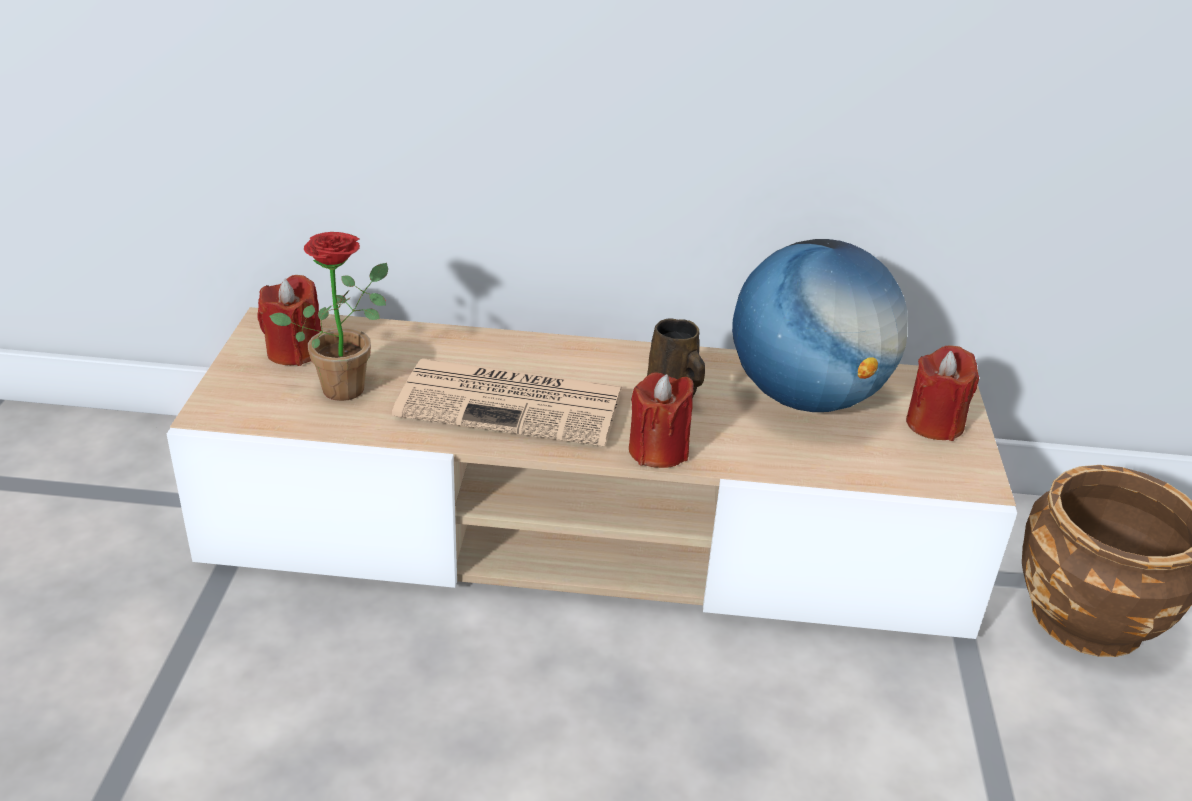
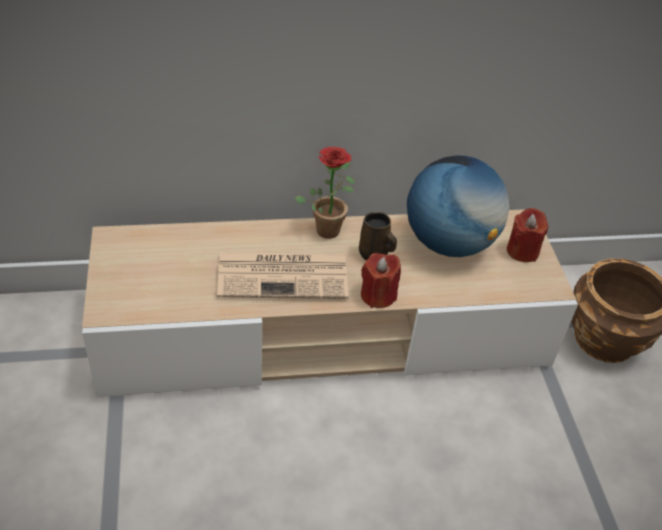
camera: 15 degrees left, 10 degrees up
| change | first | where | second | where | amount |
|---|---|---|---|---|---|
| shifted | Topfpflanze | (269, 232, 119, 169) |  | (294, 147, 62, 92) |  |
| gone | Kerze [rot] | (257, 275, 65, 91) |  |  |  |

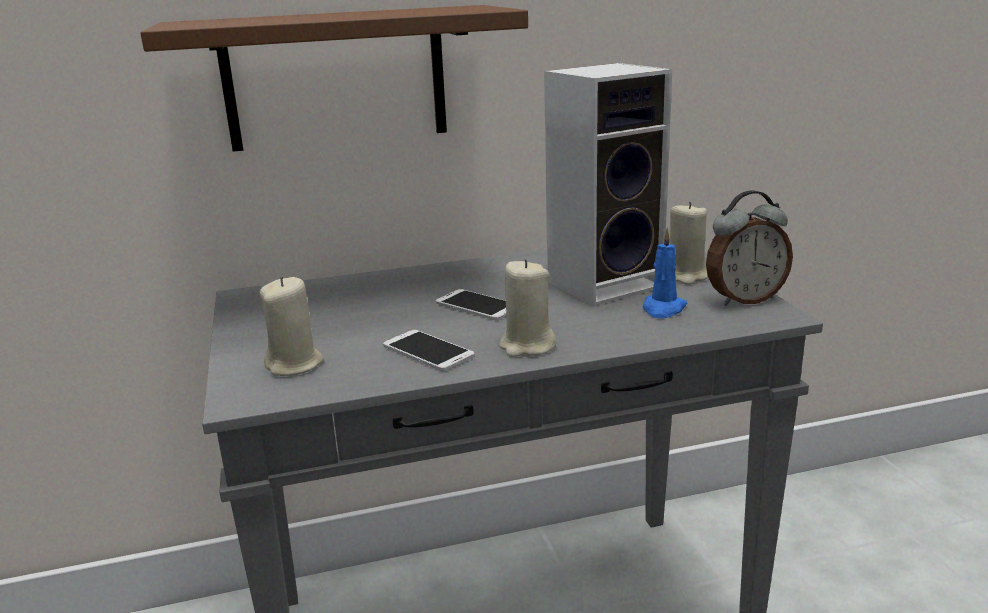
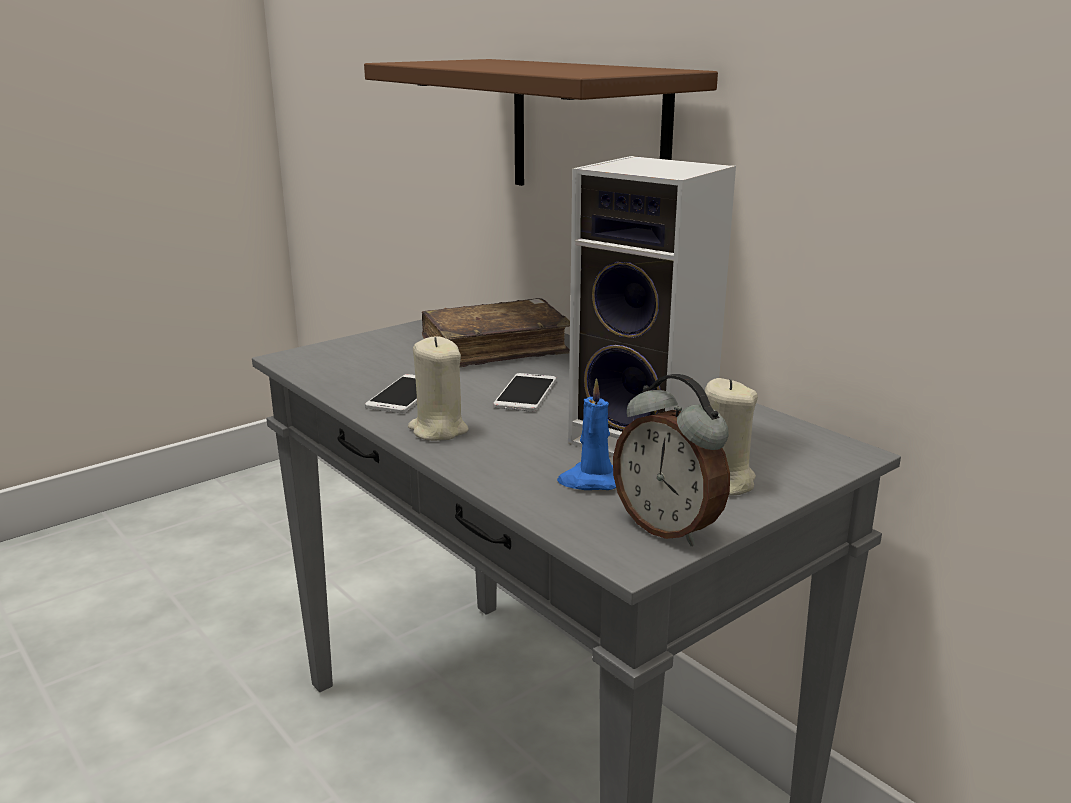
camera: 65 degrees right, 0 degrees up
| change | first | where | second | where | amount |
|---|---|---|---|---|---|
| new |  |  | Buch [braun] | (422, 298, 148, 69) |  |
| gone | Kerze [beige] | (260, 277, 64, 99) |  |  |  |

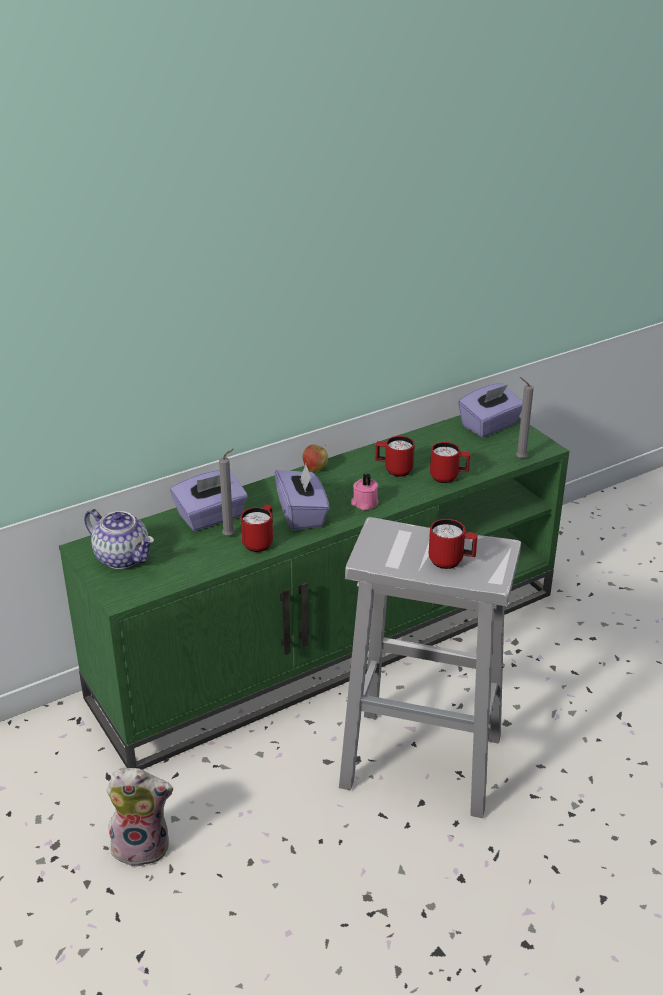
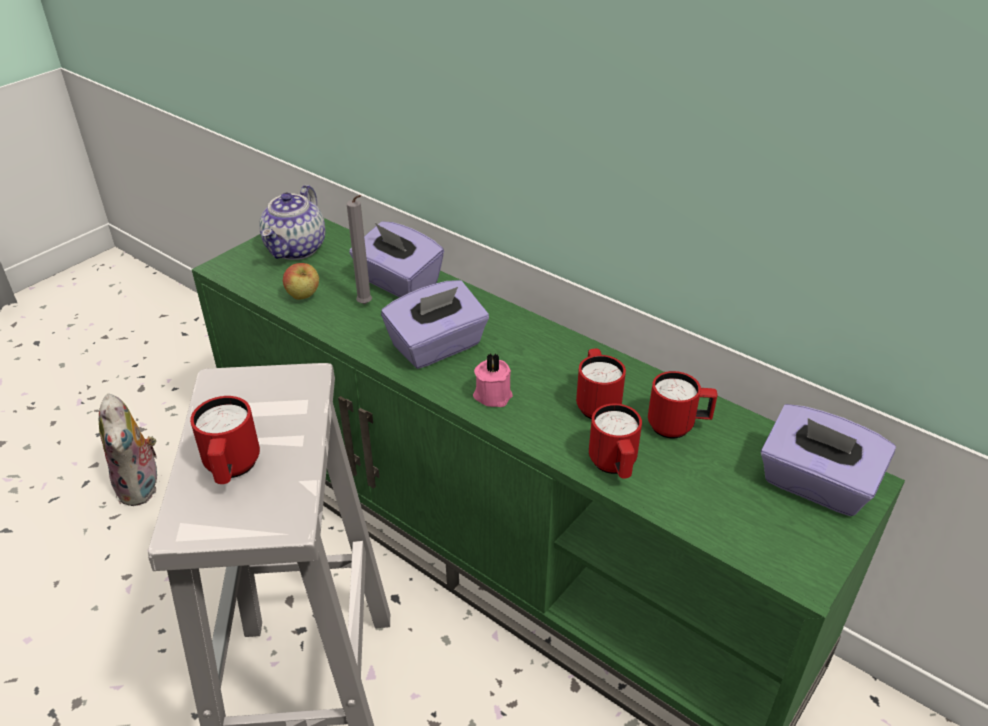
camera: 70 degrees right, 5 degrees up
| change | first | where | second | where | amount |
|---|---|---|---|---|---|
| shifted | Apfel | (303, 444, 25, 28) |  | (283, 263, 36, 37) |  |
| shifted | Henkelbecher [rot] | (241, 504, 32, 48) |  | (648, 371, 69, 67) |  |
| gone | Kerze [grau] | (516, 377, 18, 82) |  |  |  |

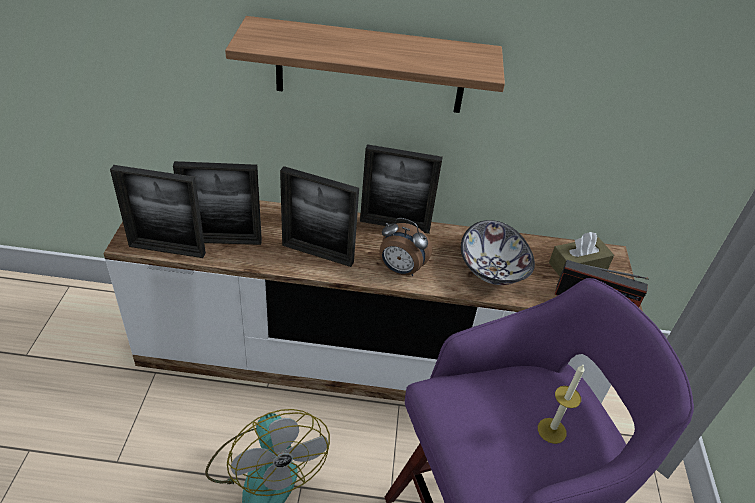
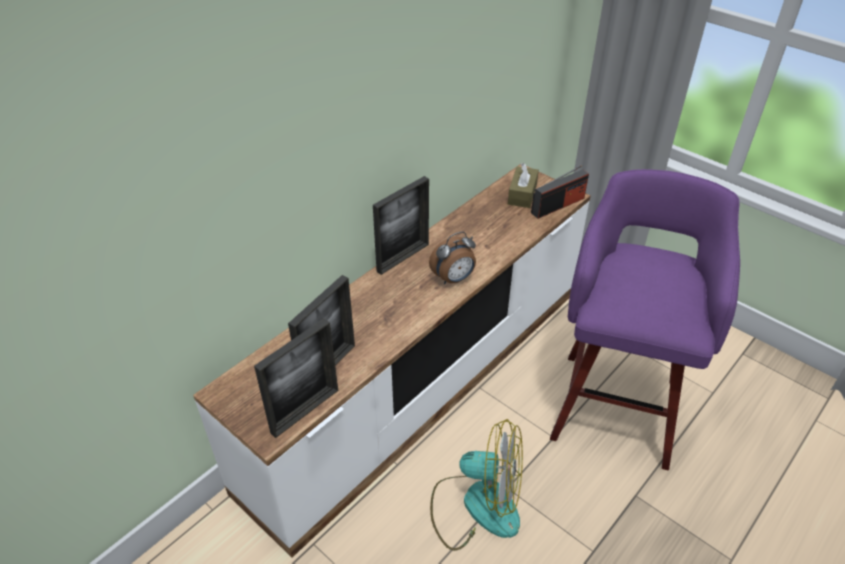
camera: 50 degrees left, 0 degrees up
| change | first | where | second | where | amount |
|---|---|---|---|---|---|
| gone | Wandregal | (225, 16, 280, 97) |  |  |  |
| gone | Bilderrahmen | (280, 166, 79, 101) |  |  |  |
| gone | Schüssel | (461, 220, 74, 65) |  |  |  |
| gone | Kerze | (538, 364, 47, 80) |  |  |  |

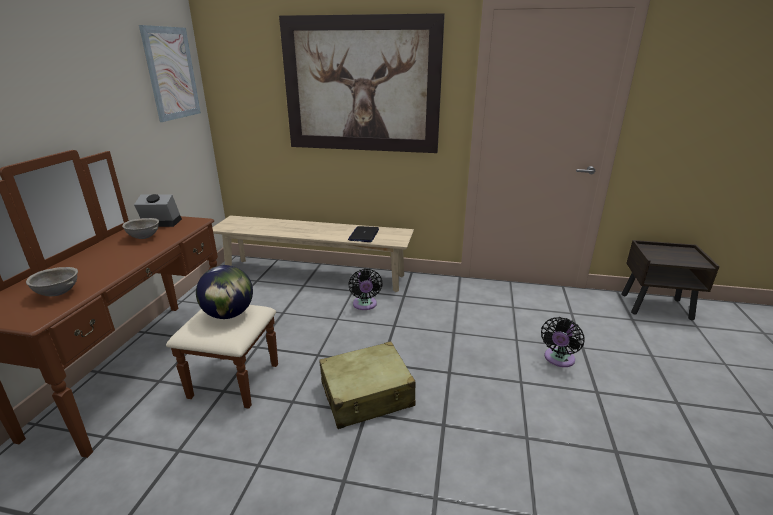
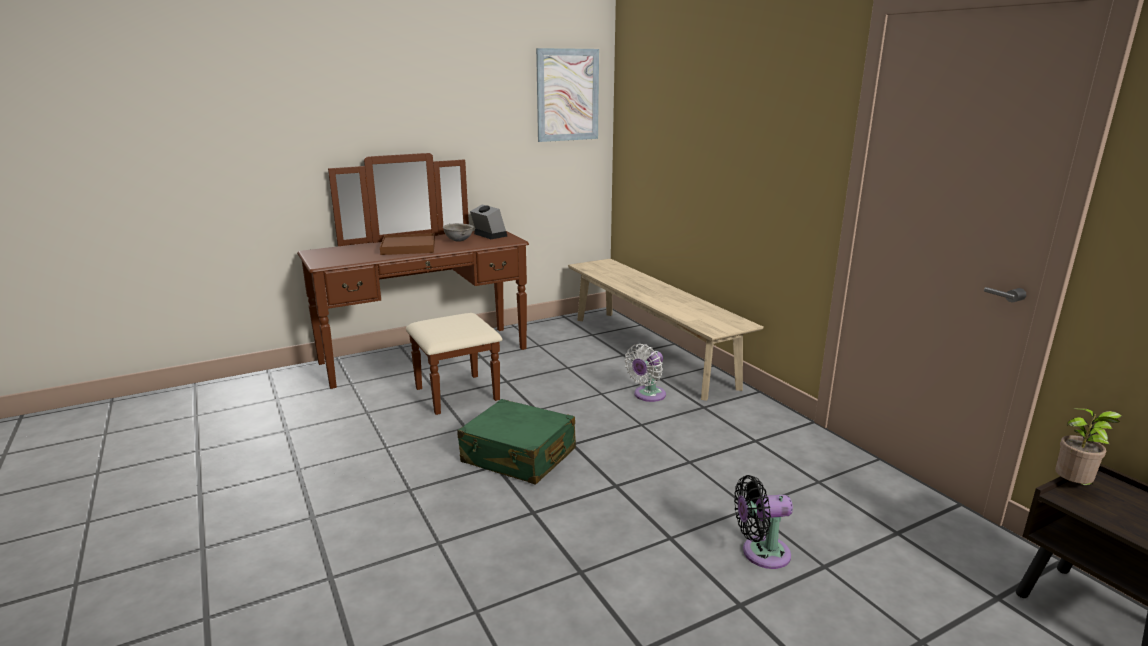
camera: 50 degrees right, 5 degrees down
| change | first | where | second | where | amount |
|---|---|---|---|---|---|
| new |  |  | Tablett [braun] | (380, 233, 55, 22) |  |
| repainted | Koffer [beige] | (319, 341, 96, 88) | Koffer [grün] | (457, 399, 119, 86) |  |
| repainted | Ventilator [schwarz] | (348, 269, 35, 41) | Ventilator [weiß] | (624, 344, 42, 58) |  |
| new |  |  | Topfpflanze | (1055, 408, 67, 77) |  |
| gone | Schüssel [grau] | (26, 267, 52, 29) |  |  |  |
| gone | Globus | (196, 265, 57, 54) |  |  |  |
| gone | Bild | (279, 13, 166, 140) |  |  |  |
| gone | Laptop | (348, 226, 31, 16) |  |  |  |

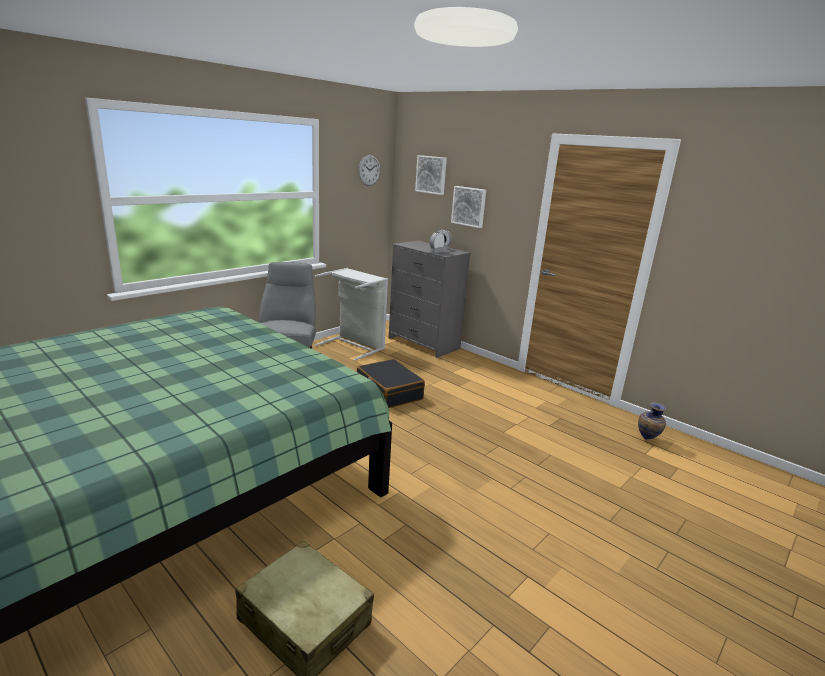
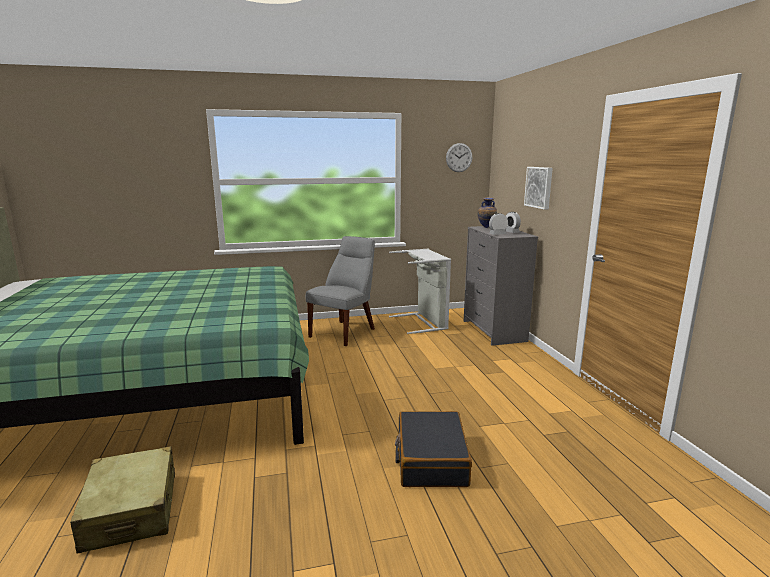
camera: 35 degrees right, 5 degrees down
| change | first | where | second | where | amount |
|---|---|---|---|---|---|
| shifted | Koffer [schwarz] | (357, 359, 68, 49) |  | (395, 411, 77, 76) |  |
| shifted | Vase | (638, 402, 28, 37) |  | (478, 197, 19, 31) |  |
| gone | Bild | (415, 155, 32, 40) |  |  |  |

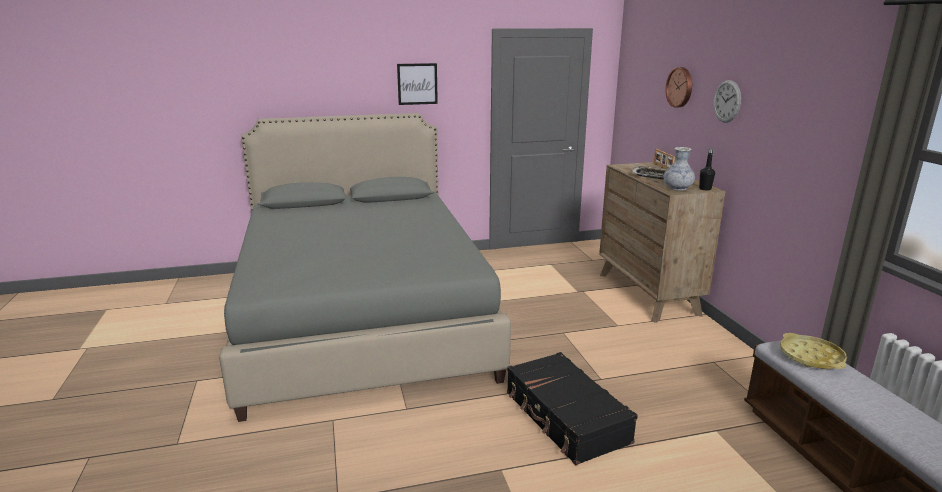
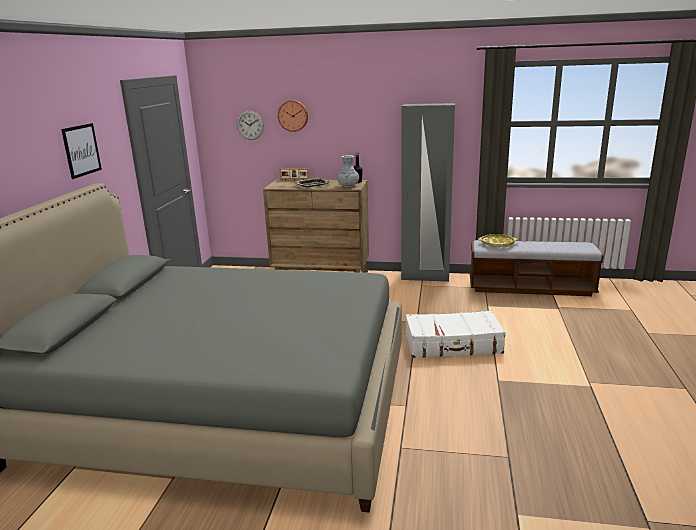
camera: 65 degrees left, 0 degrees up
| change | first | where | second | where | amount |
|---|---|---|---|---|---|
| shifted | Wanduhr | (713, 80, 28, 43) |  | (237, 111, 27, 29) |  |
| new |  |  | Kleiderschrank [grau] | (401, 103, 54, 179) |  |
| repainted | Koffer [schwarz] | (507, 352, 131, 113) | Koffer [weiß] | (405, 311, 101, 47) |  |

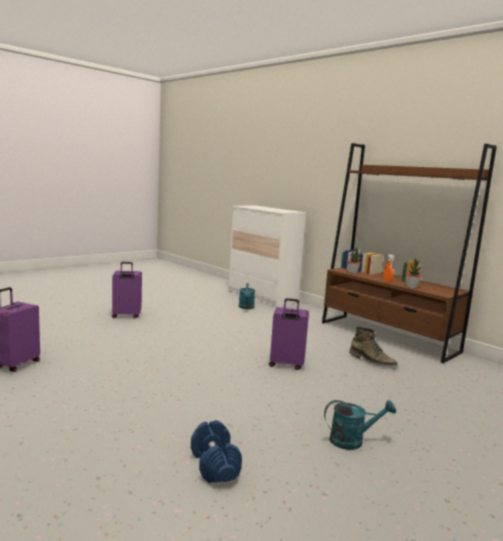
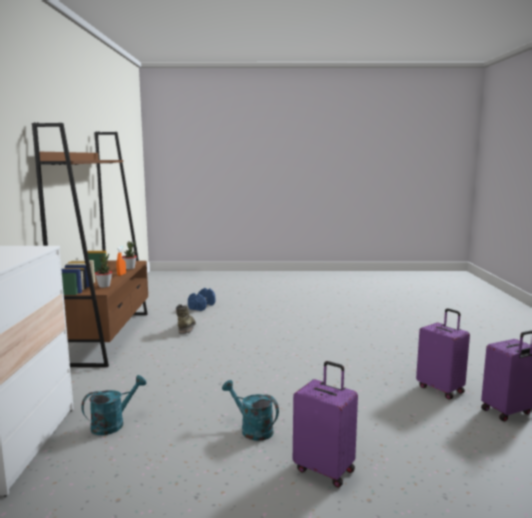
camera: 135 degrees left, 0 degrees up
| change | first | where | second | where | amount |
|---|---|---|---|---|---|
| shifted | Hantel [blau] | (191, 420, 51, 63) |  | (188, 288, 27, 23) |  |
| shifted | Gießkanne [türkis] | (324, 400, 72, 50) |  | (222, 380, 57, 61) |  |
| shifted | Koffer [lila] | (269, 298, 40, 72) |  | (416, 308, 54, 92) |  |

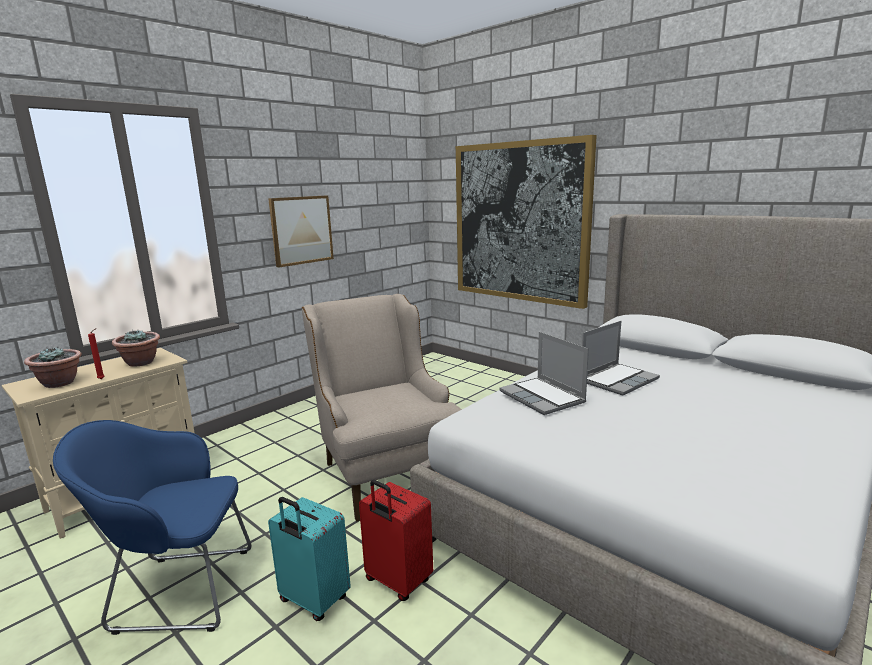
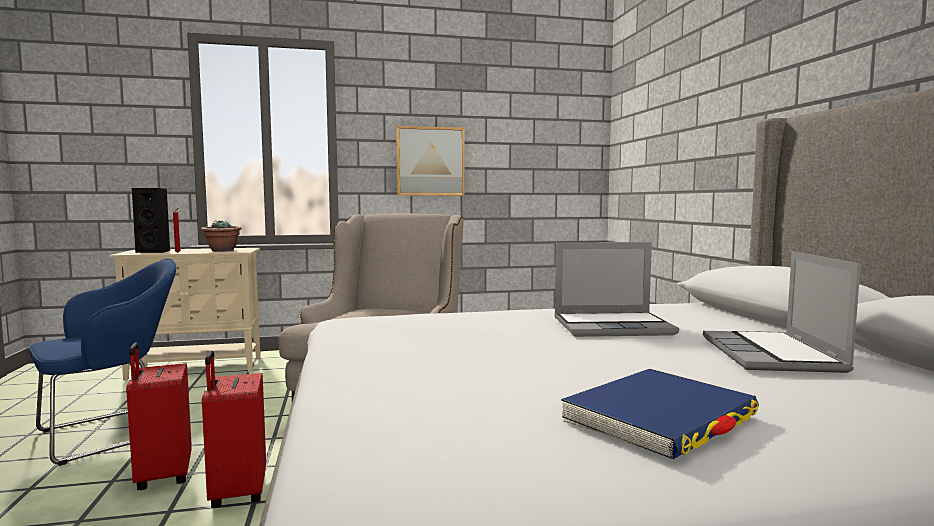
camera: 35 degrees right, 10 degrees down
| change | first | where | second | where | amount |
|---|---|---|---|---|---|
| rotated | Sessel [blau] | (53, 420, 198, 215) |  | (29, 259, 147, 207) | 105 degrees clockwise |
| repainted | Koffer [türkis] | (268, 497, 83, 124) | Koffer [rot] | (126, 342, 66, 148) |  |
| swapped | Topfpflanze | (24, 347, 58, 41) | Lautsprecher [schwarz] | (132, 188, 38, 65) |  |
| new |  |  | Buch [blau] | (561, 369, 198, 90) |  |
| shifted | Laptop | (499, 332, 90, 83) |  | (703, 251, 158, 122) |  |
| gone | Bild | (456, 135, 141, 174) |  |  |  |

